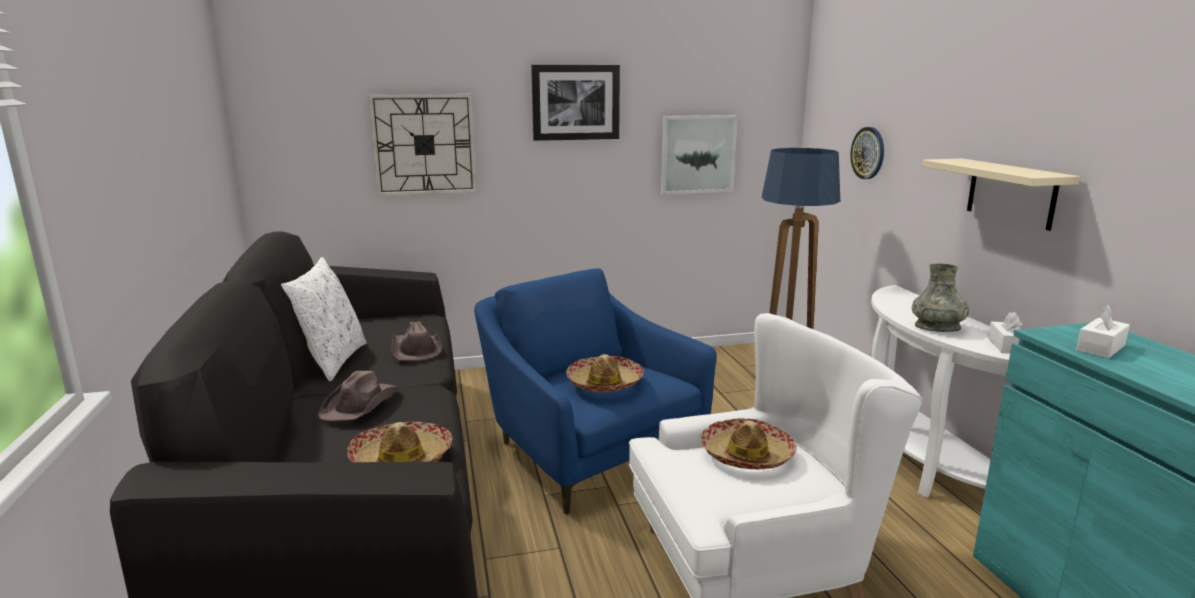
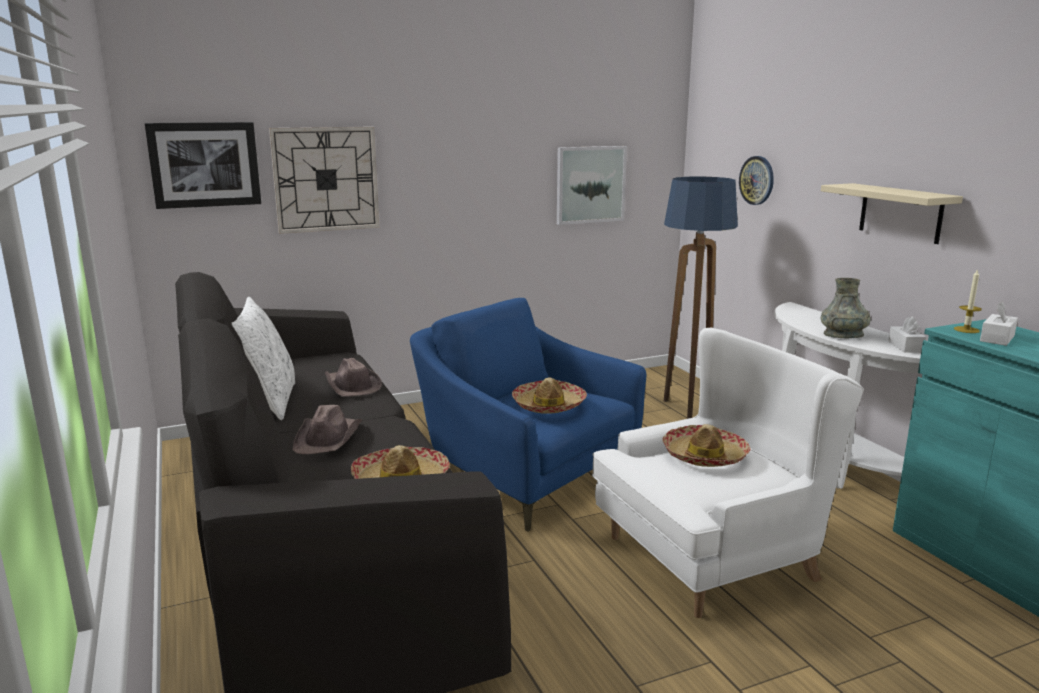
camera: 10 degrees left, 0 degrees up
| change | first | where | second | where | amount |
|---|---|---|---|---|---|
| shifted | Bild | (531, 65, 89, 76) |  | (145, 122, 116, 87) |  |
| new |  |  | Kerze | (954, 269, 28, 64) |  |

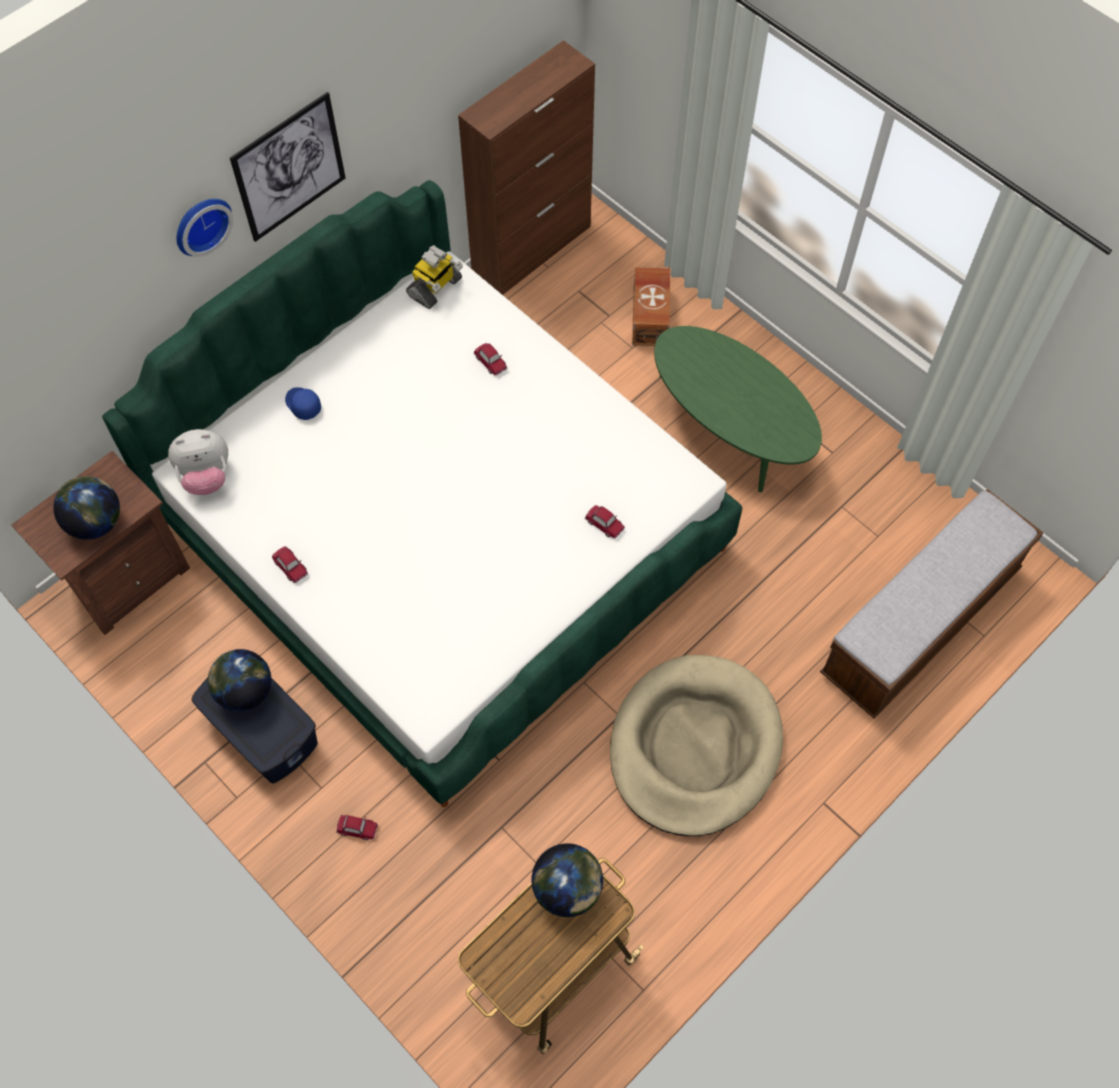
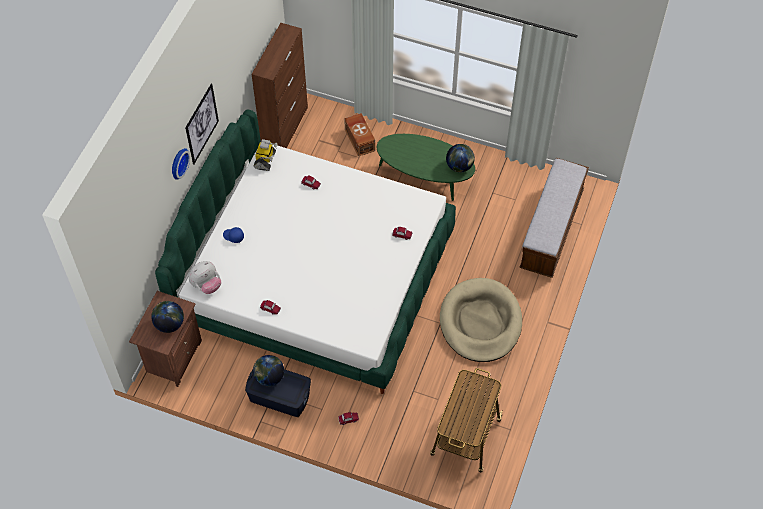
camera: 25 degrees left, 5 degrees down
| change | first | where | second | where | amount |
|---|---|---|---|---|---|
| shifted | Globus | (531, 843, 72, 74) |  | (446, 144, 29, 28) |  |

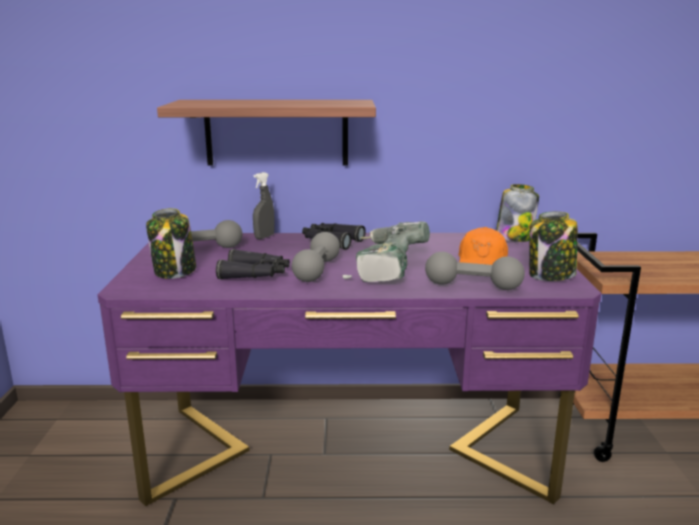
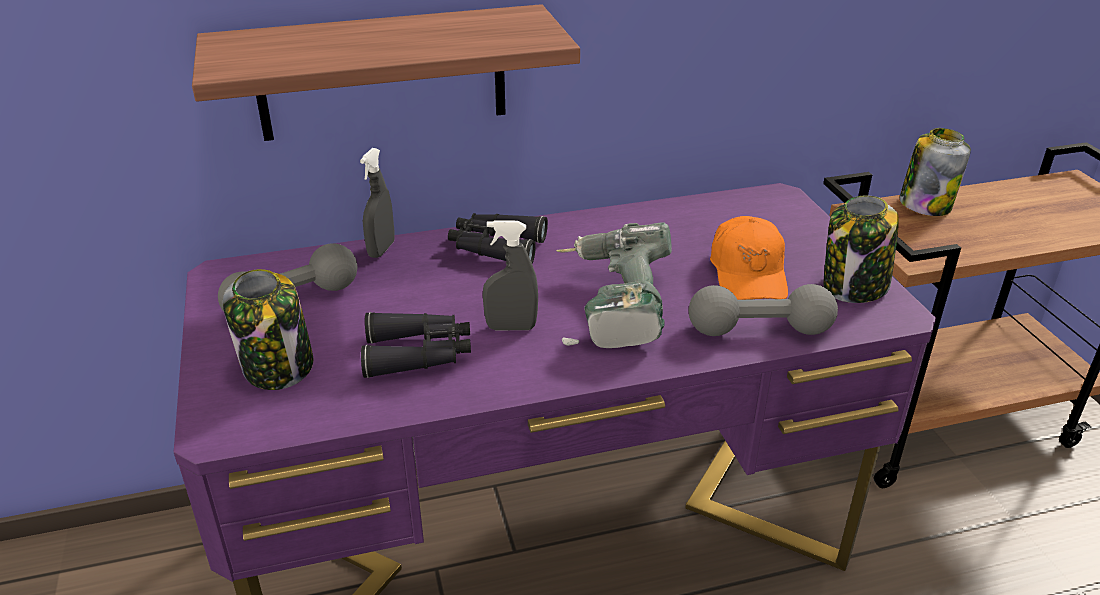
camera: 15 degrees left, 15 degrees up
| change | first | where | second | where | amount |
|---|---|---|---|---|---|
| swapped | Hantel [grau] | (292, 232, 48, 50) | Sprühflasche [grau] | (482, 220, 56, 111) |  |
| shifted | Vorratsglas | (496, 184, 43, 58) |  | (900, 128, 71, 88) |  |

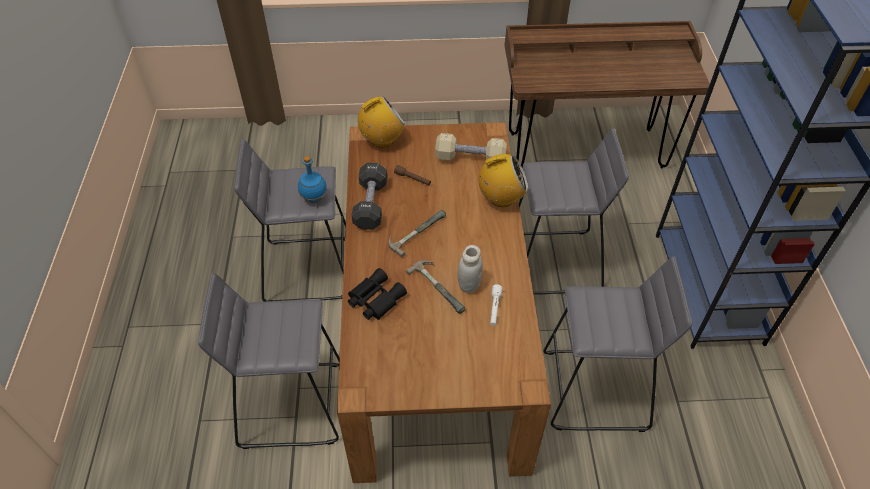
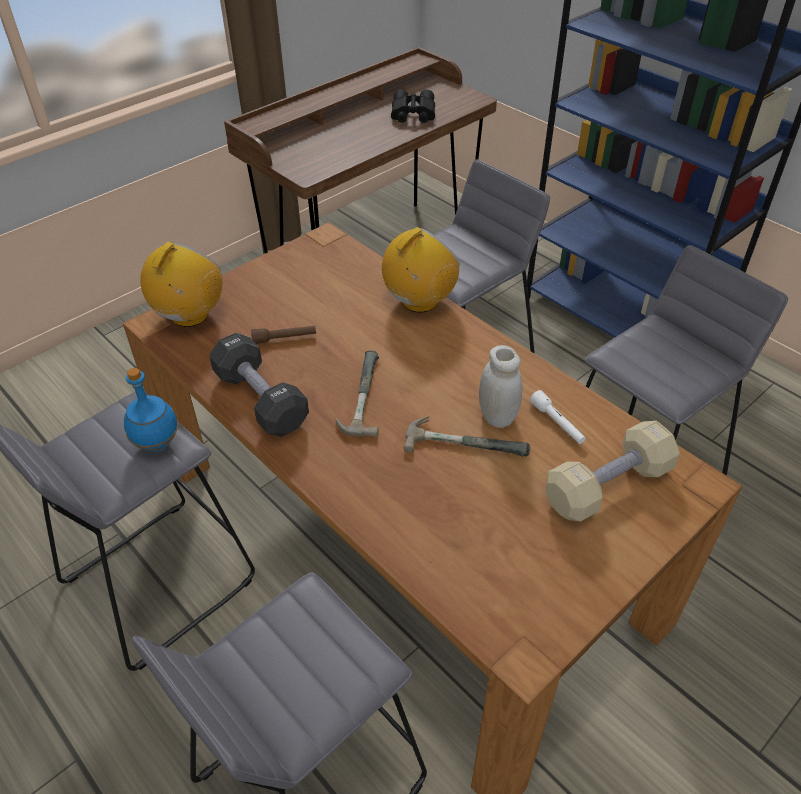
camera: 40 degrees left, 5 degrees down
| change | first | where | second | where | amount |
|---|---|---|---|---|---|
| shifted | Fernglas [schwarz] | (348, 268, 59, 52) |  | (391, 89, 44, 34) |  |
| shifted | Hantel [beige] | (435, 133, 72, 28) |  | (546, 421, 134, 101) |  |

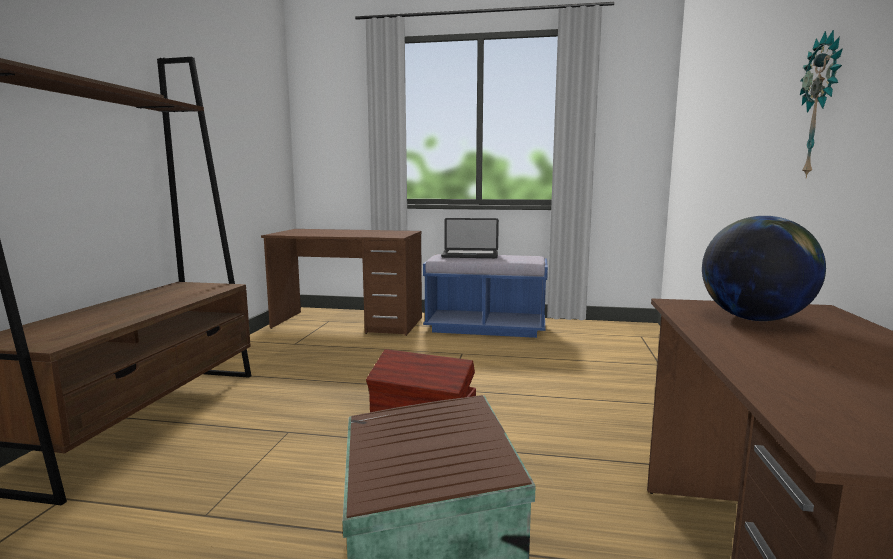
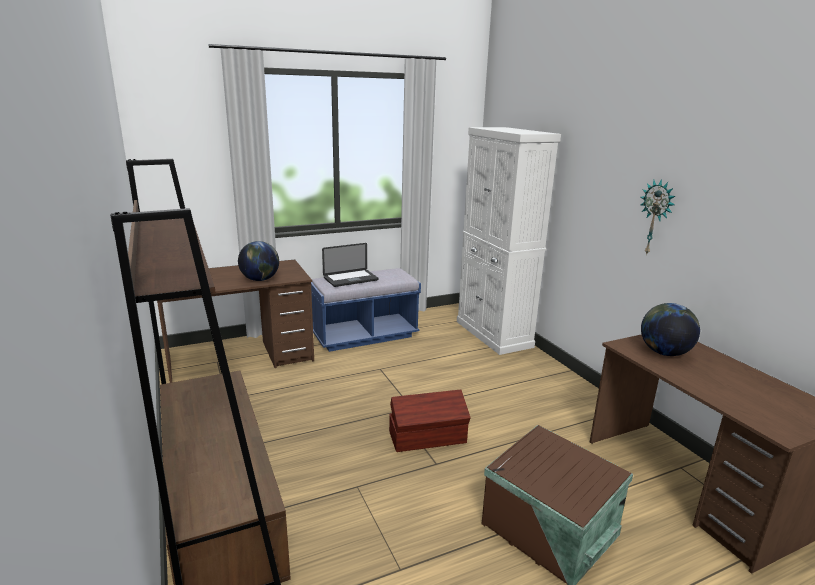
camera: 35 degrees left, 10 degrees up
| change | first | where | second | where | amount |
|---|---|---|---|---|---|
| new |  |  | Globus | (238, 241, 41, 40) |  |
| new |  |  | Schrank [weiß] | (457, 127, 104, 228) |  |

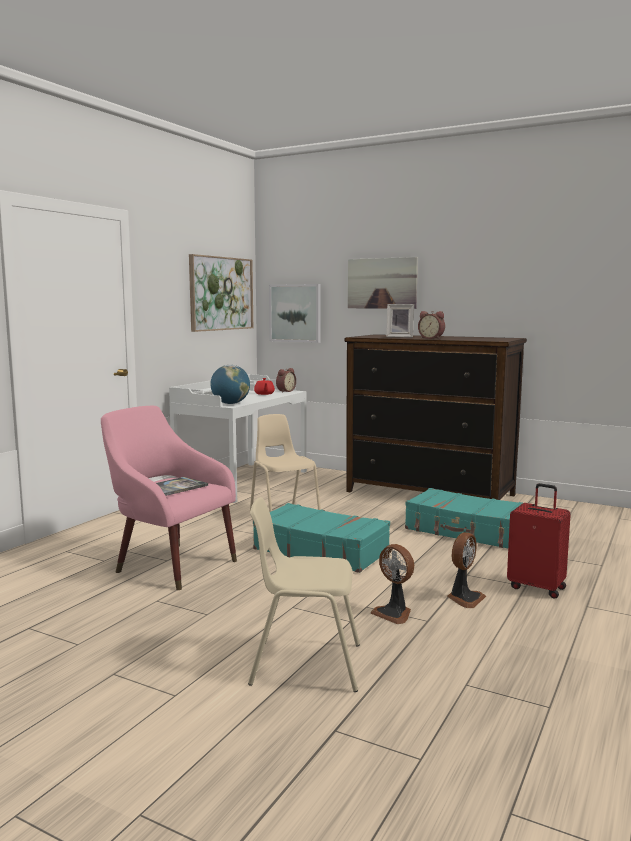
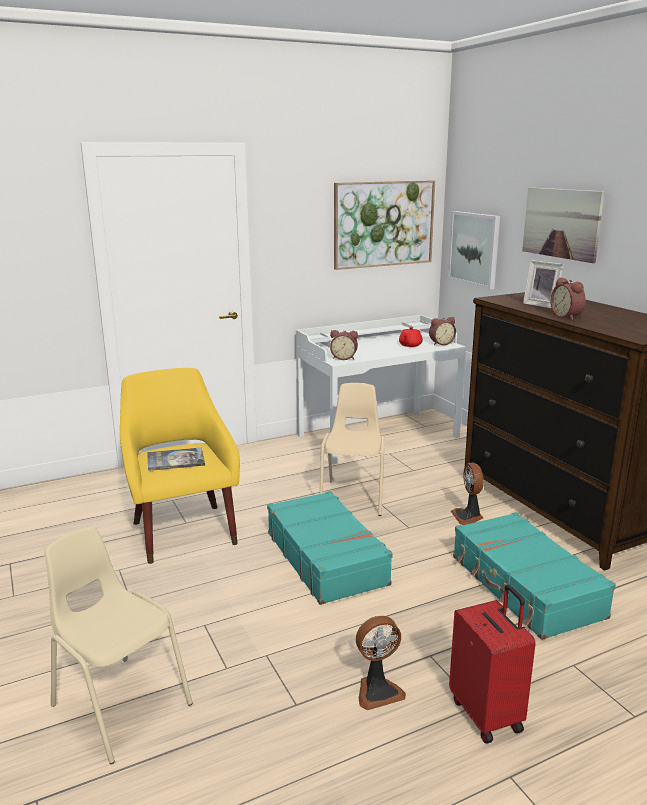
camera: 35 degrees right, 10 degrees up
| change | first | where | second | where | amount |
|---|---|---|---|---|---|
| repainted | Sessel [rosa] | (101, 406, 136, 184) | Sessel [gelb] | (120, 368, 120, 196) |  |
| swapped | Globus | (210, 365, 40, 39) | Wecker | (330, 330, 28, 30) |  |
| shifted | Ventilator | (370, 544, 44, 80) |  | (451, 463, 33, 62) |  |

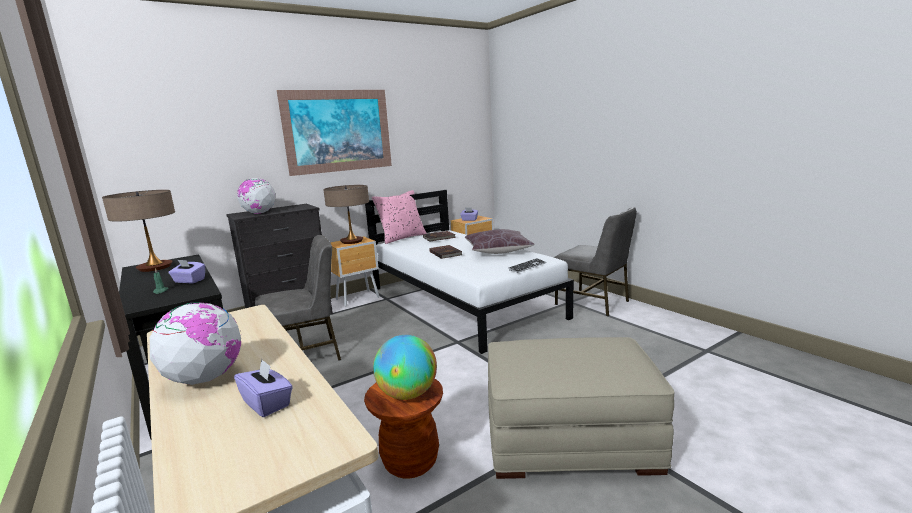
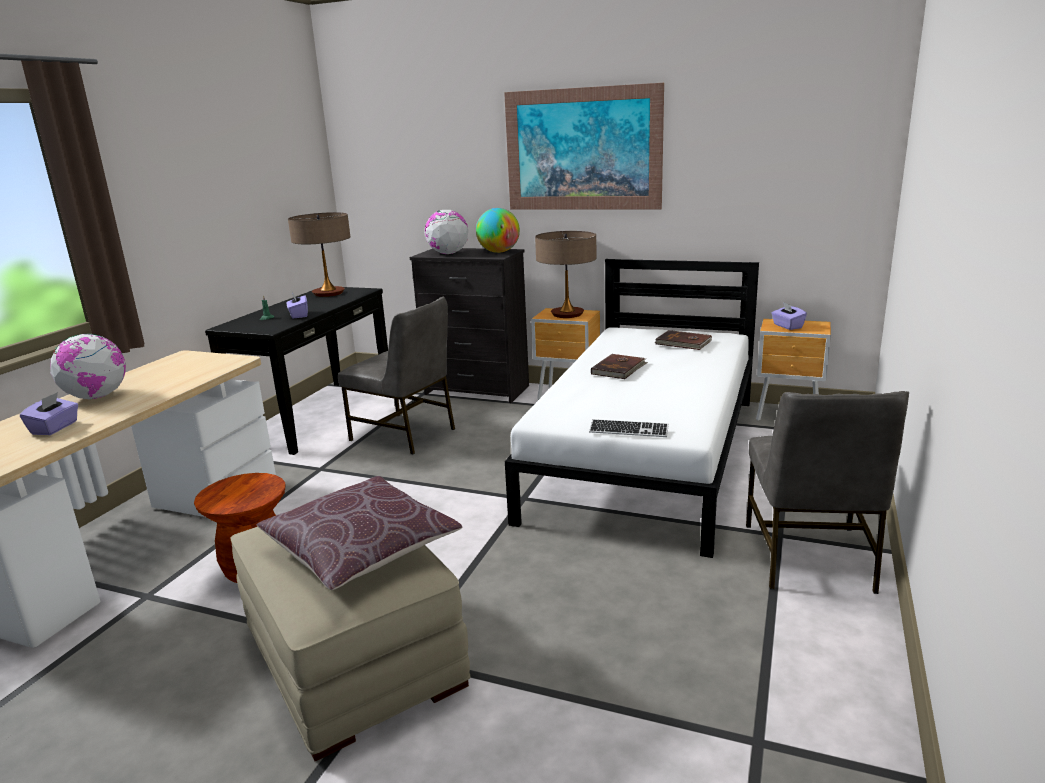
camera: 55 degrees right, 5 degrees up
| change | first | where | second | where | amount |
|---|---|---|---|---|---|
| shifted | Kissen [braun] | (465, 229, 70, 25) |  | (257, 476, 205, 114) |  |
| shifted | Globus | (373, 335, 64, 65) |  | (476, 208, 44, 45) |  |
| gone | Kissen [rosa] | (372, 190, 55, 54) |  |  |  |

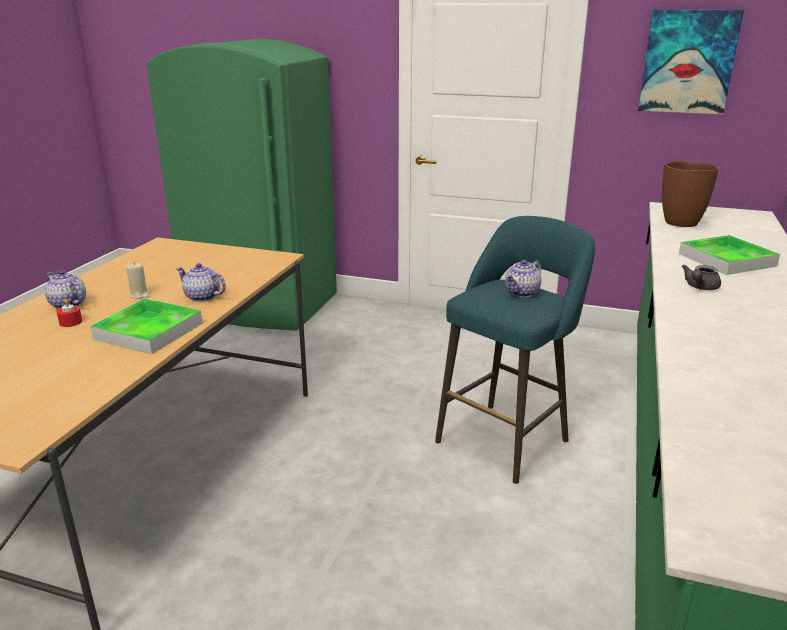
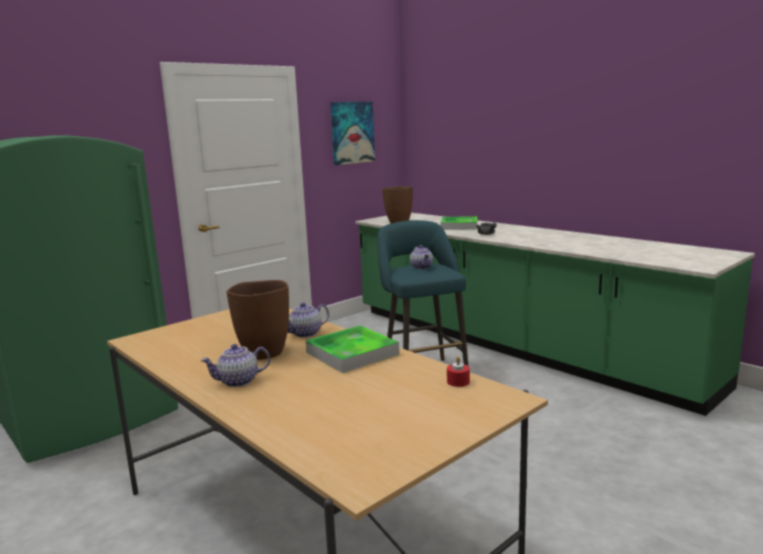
camera: 60 degrees left, 10 degrees down
| change | first | where | second | where | amount |
|---|---|---|---|---|---|
| swapped | Kerze [beige] | (126, 262, 24, 37) | Vase [braun] | (227, 280, 62, 80) |  |
| shifted | Kerze [rot] | (56, 299, 26, 28) |  | (447, 357, 23, 30) |  |

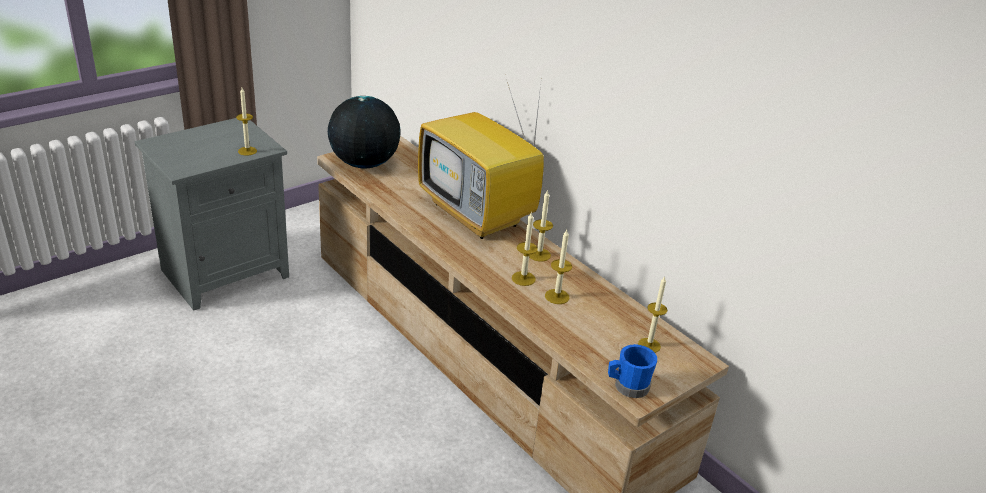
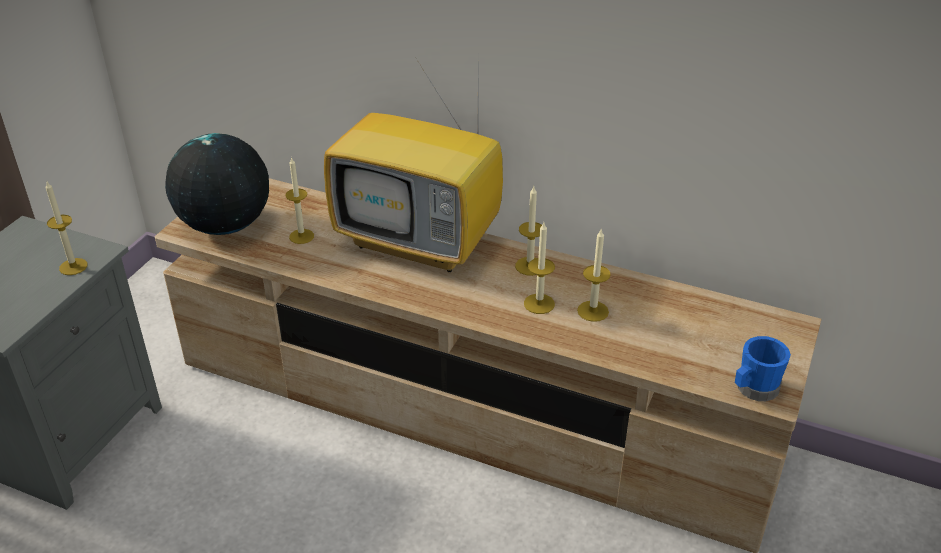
camera: 25 degrees left, 5 degrees up
| change | first | where | second | where | amount |
|---|---|---|---|---|---|
| shifted | Kerze | (638, 277, 30, 76) |  | (286, 157, 28, 87) |  |

